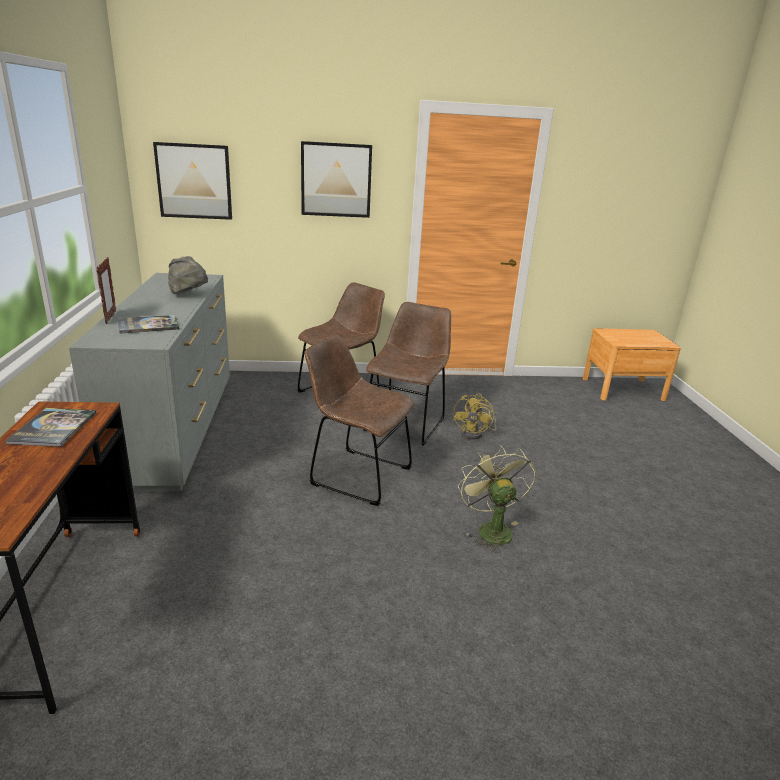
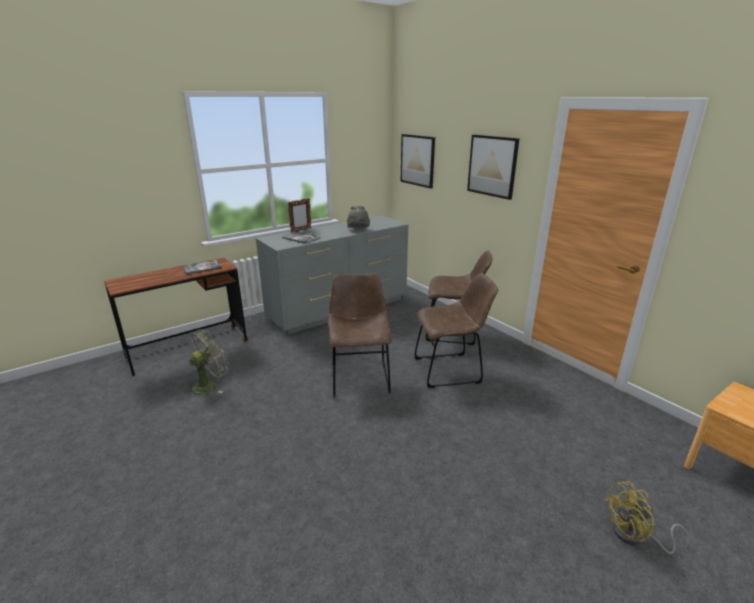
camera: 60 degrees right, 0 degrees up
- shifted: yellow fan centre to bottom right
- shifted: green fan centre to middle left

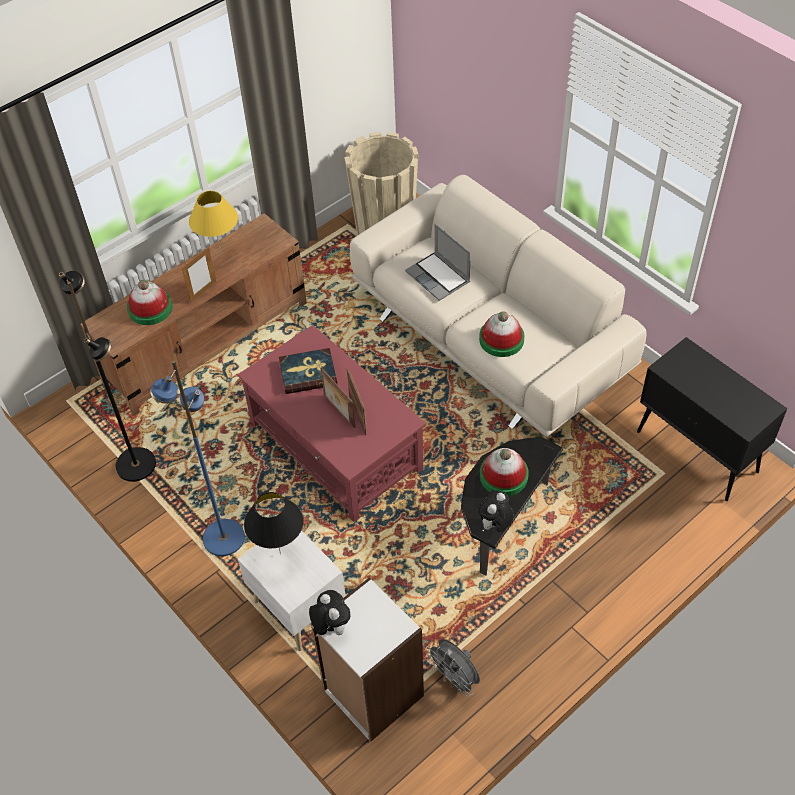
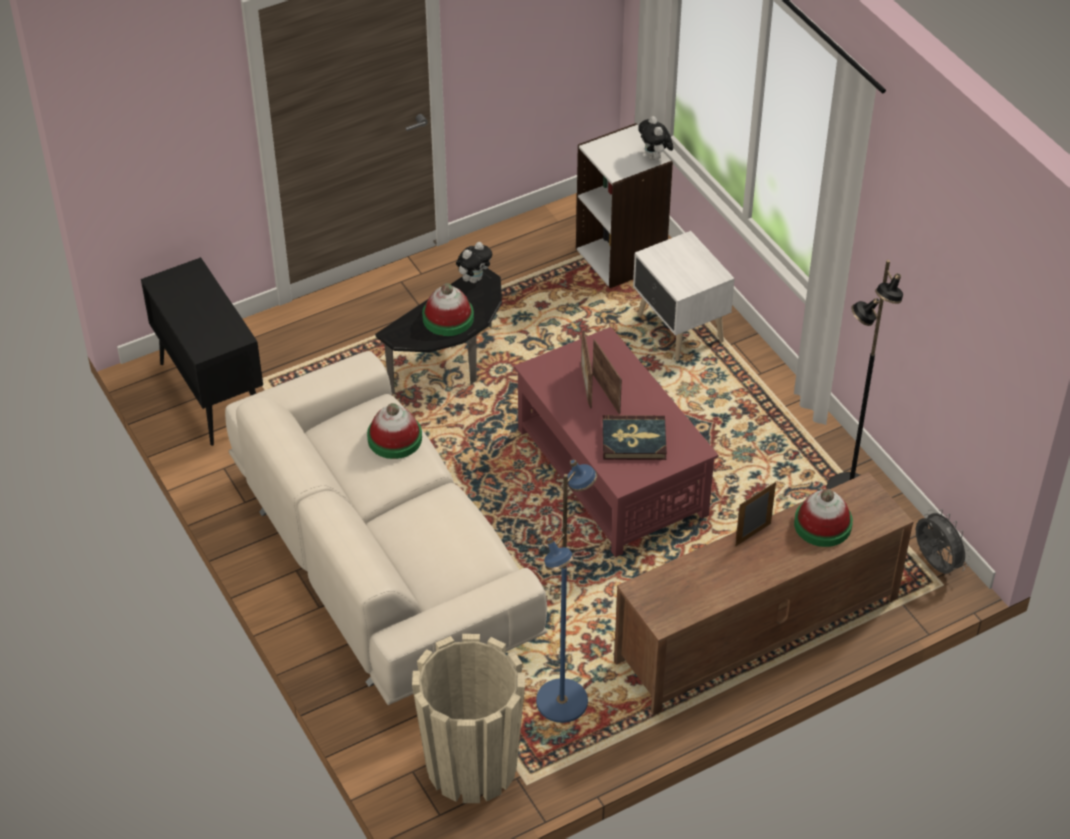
camera: 170 degrees left, 5 degrees down
- gone: yellow table lamp top left
- gone: laptop top centre
- shifted: blue floor lamp middle left to bottom centre
- gone: black table lamp centre
- shifted: grey fan bottom centre to middle right

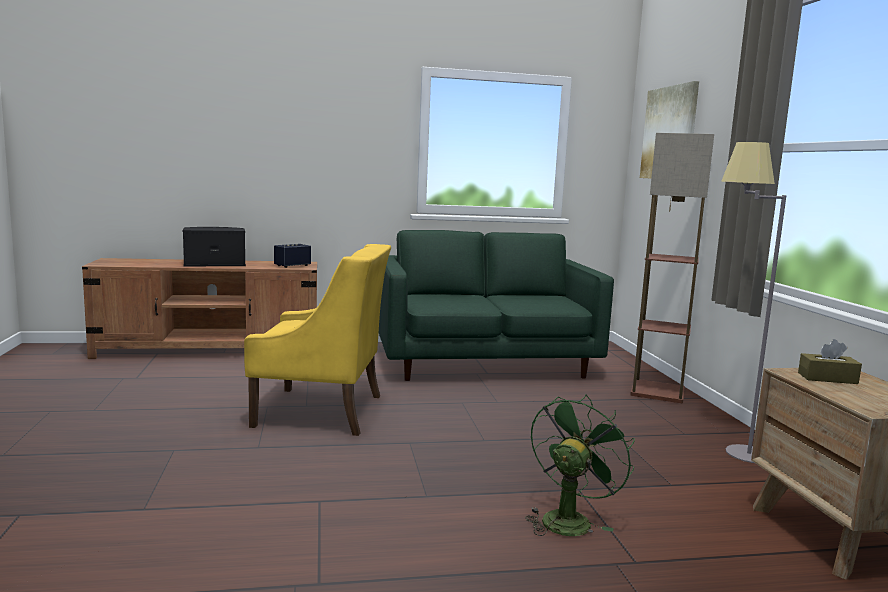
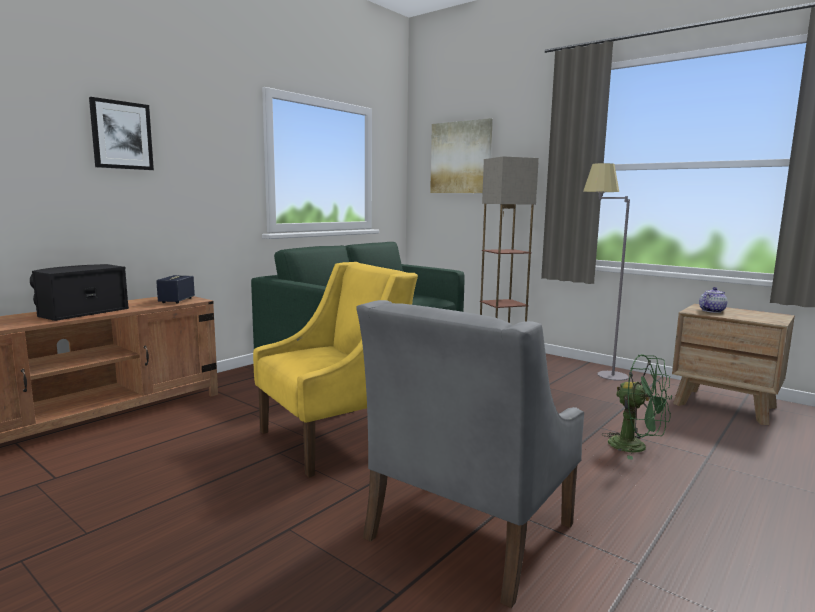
camera: 40 degrees left, 0 degrees up
- swapped: brown tissue box middle right to teapot middle right
- rotated: green fan bottom centre = middle right 135 degrees clockwise
- new: picture (no. 1 from left) top left
- new: grey armchair bottom centre

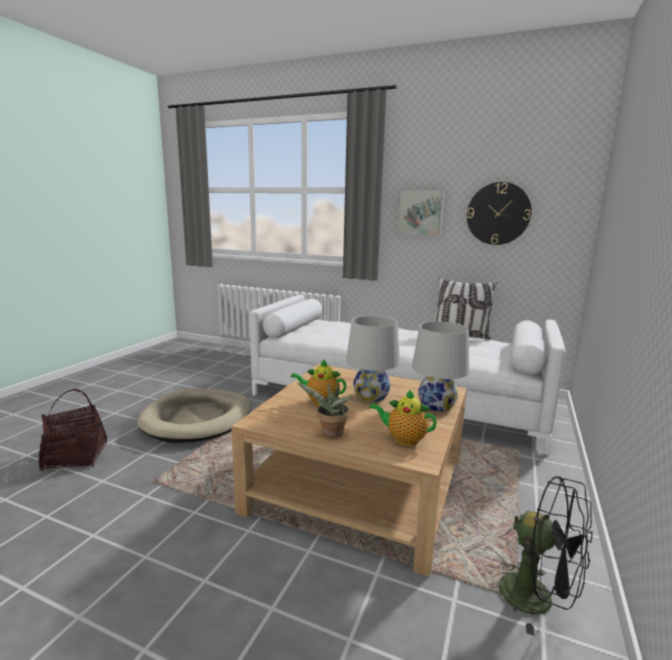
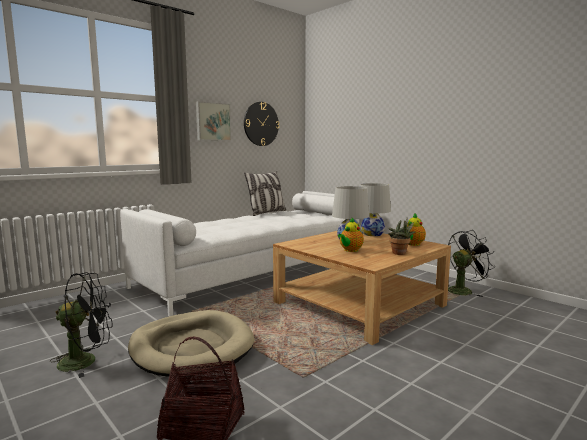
camera: 65 degrees left, 5 degrees down
- new: black fan (no. 1 from left) bottom left

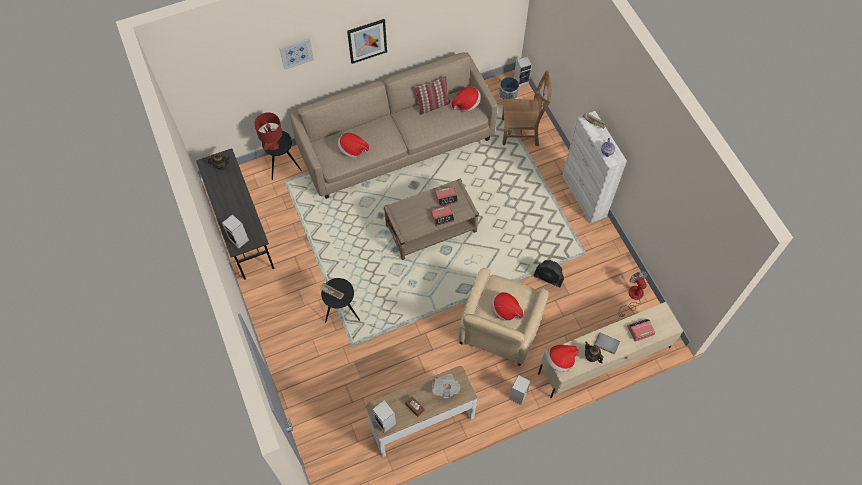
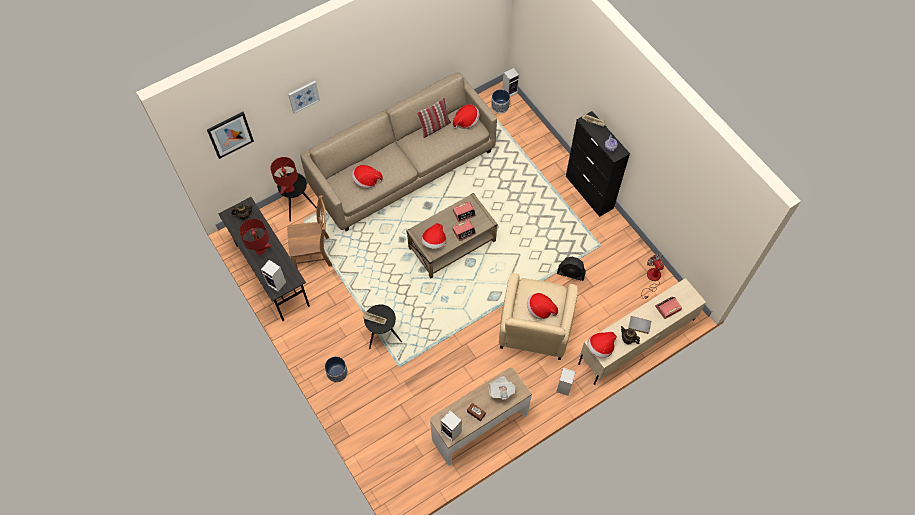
camera: 10 degrees left, 0 degrees up
- shifted: picture (no. 2 from left in the first image) top centre to picture (no. 1 from left) top left
- shifted: brown chair top centre to centre
- repainted: white cabinet middle right to black cabinet top centre
- new: red table lamp (no. 1 from left) middle left
- new: hat (no. 2 from left) centre
- new: planter (no. 1 from left) bottom centre

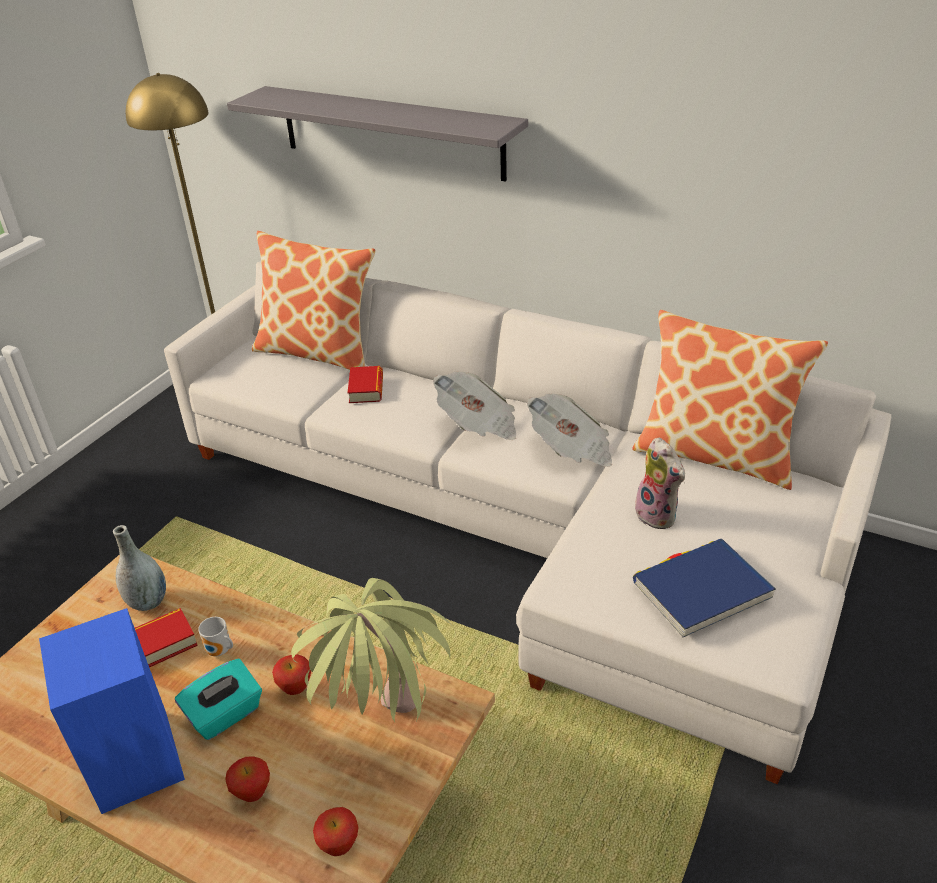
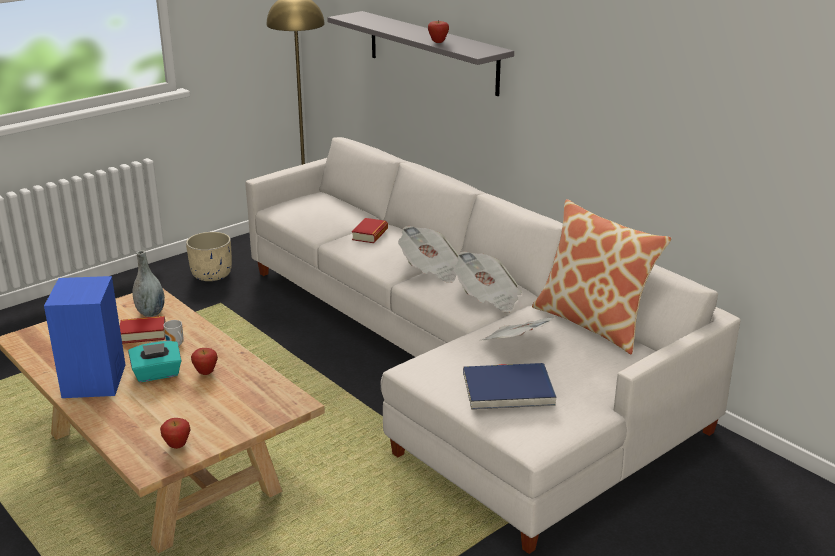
camera: 20 degrees right, 10 degrees down
- gone: pillow (no. 1 from left) centre
- swapped: plush toy middle right to newspaper (no. 3 from left) centre
- gone: potted plant bottom centre
- shifted: apple (no. 1 from left in the first image) bottom left to apple (no. 3 from left) top centre
- new: beige planter middle left

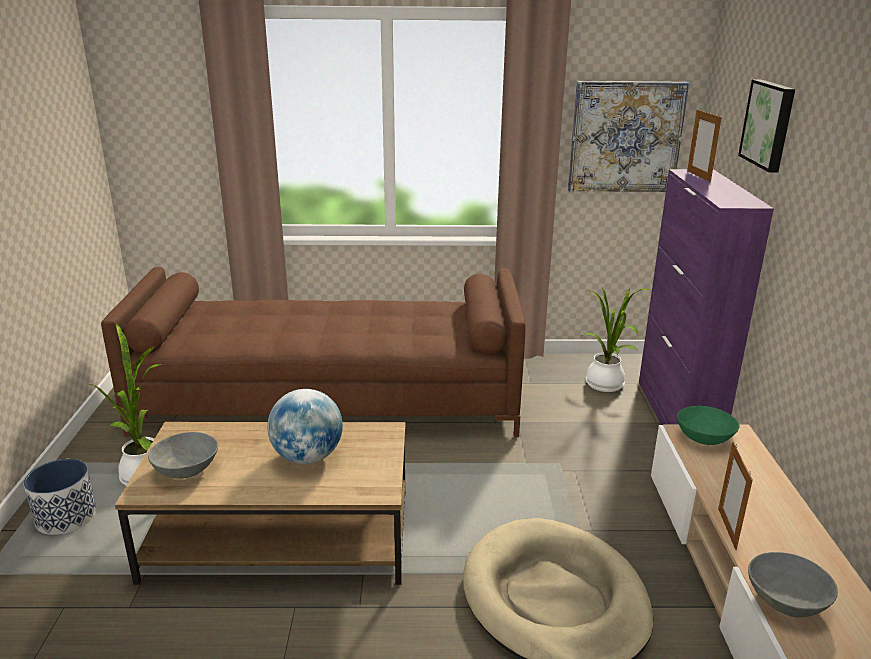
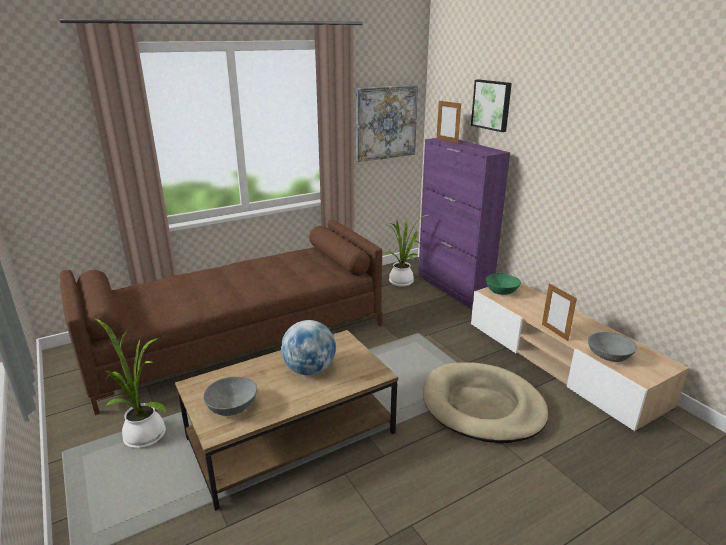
camera: 30 degrees left, 0 degrees up
- gone: planter bottom left

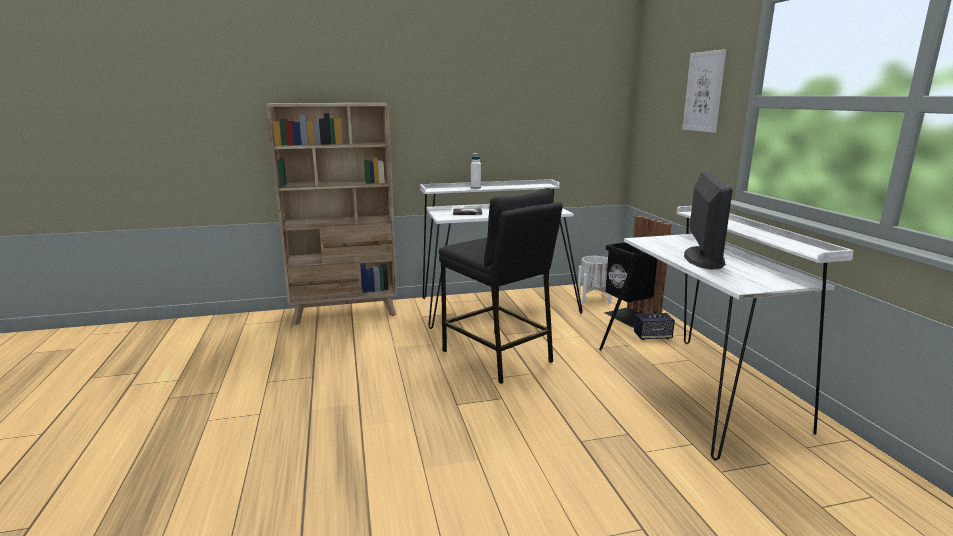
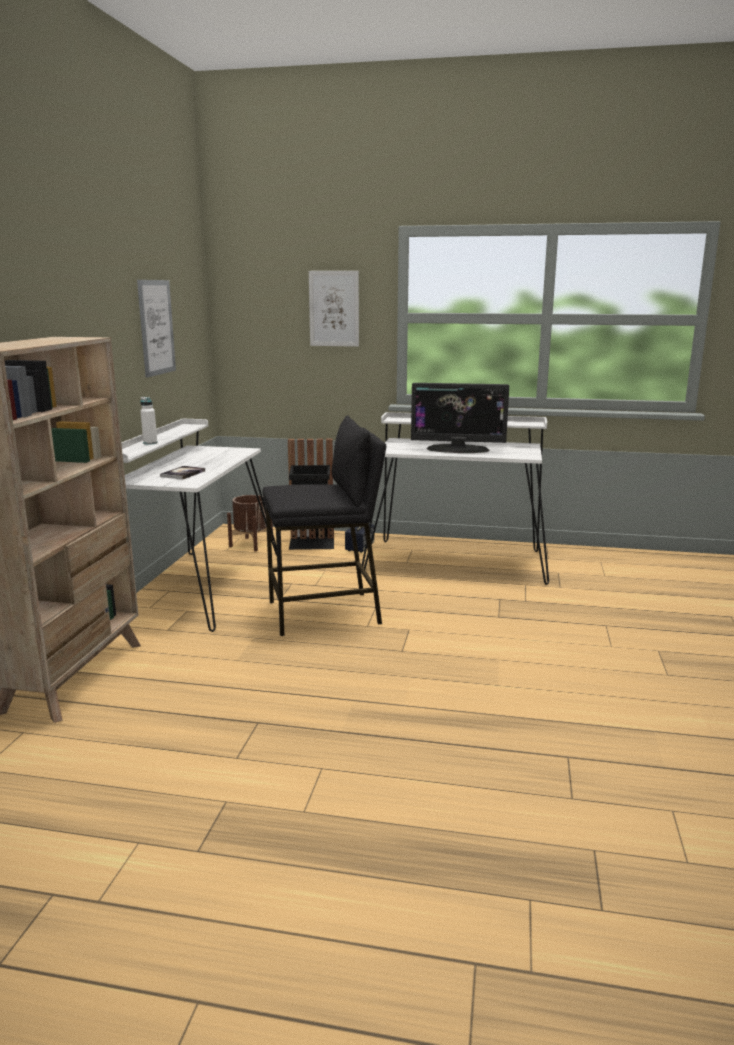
camera: 65 degrees left, 0 degrees up
- rotated: monitor middle right = centre 150 degrees clockwise
- repainted: white planter centre to brown planter centre
- new: picture (no. 1 from left) top left

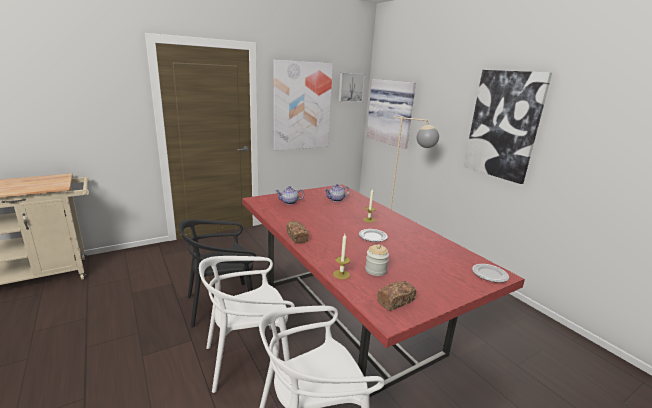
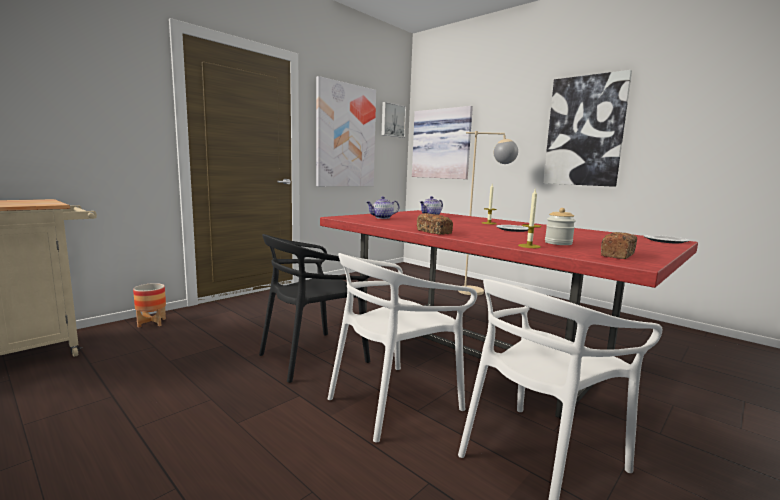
camera: 15 degrees left, 10 degrees down
- new: planter middle left

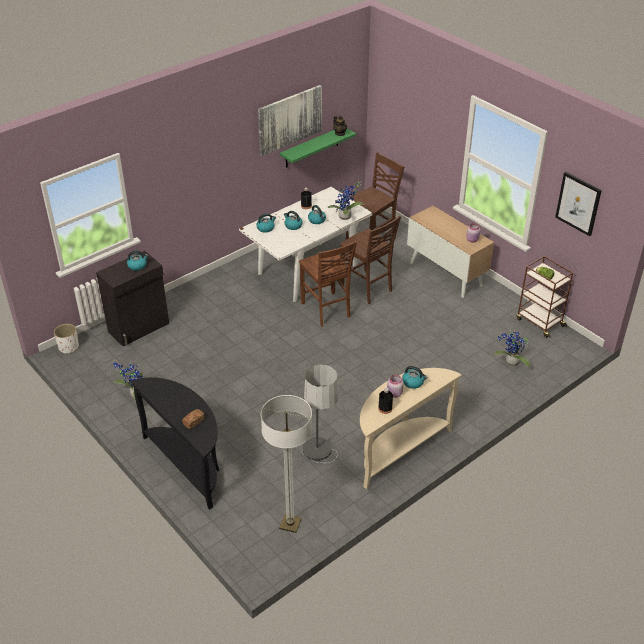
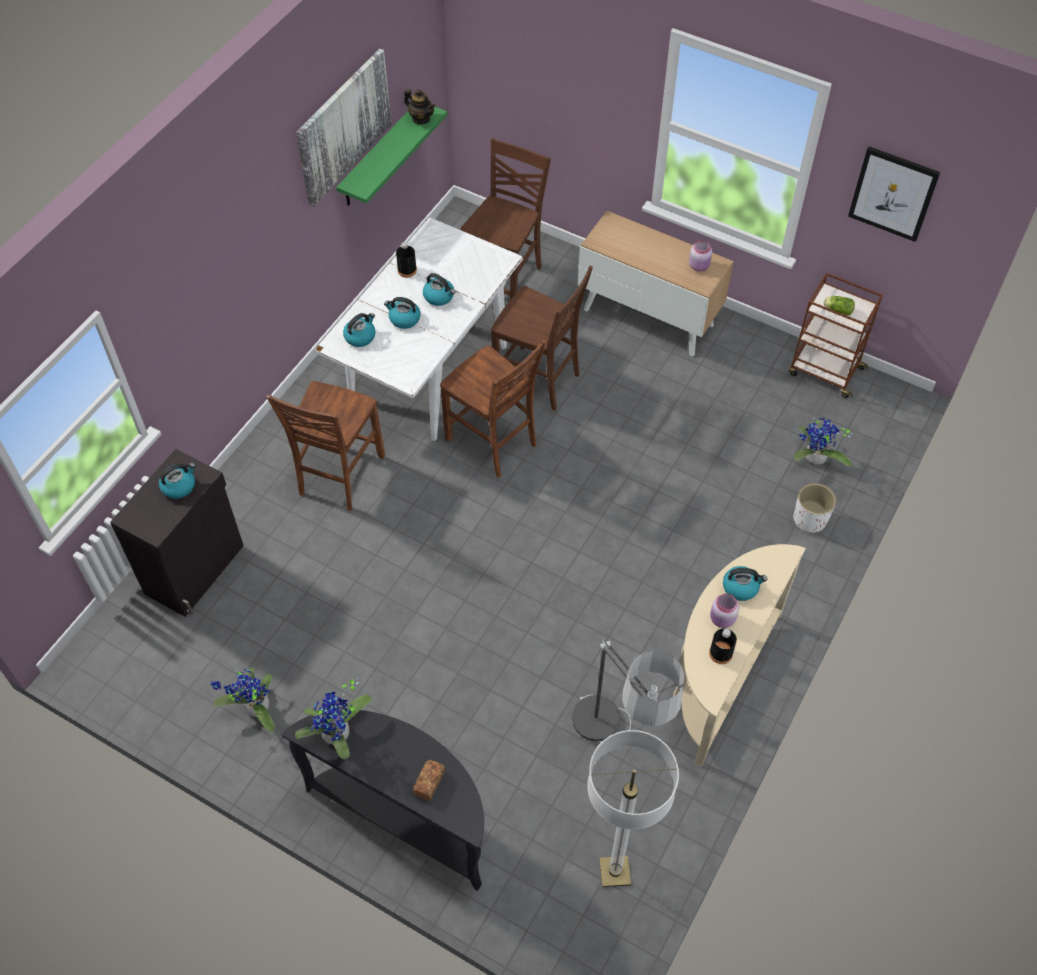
camera: 20 degrees left, 15 degrees up
- shifted: potted plant (no. 2 from left) top centre to bottom left
- shifted: white planter middle left to middle right
- new: brown chair (no. 1 from left) middle left

